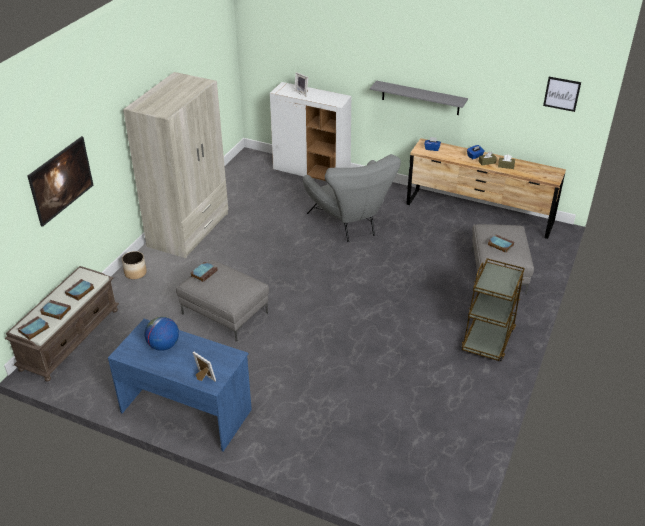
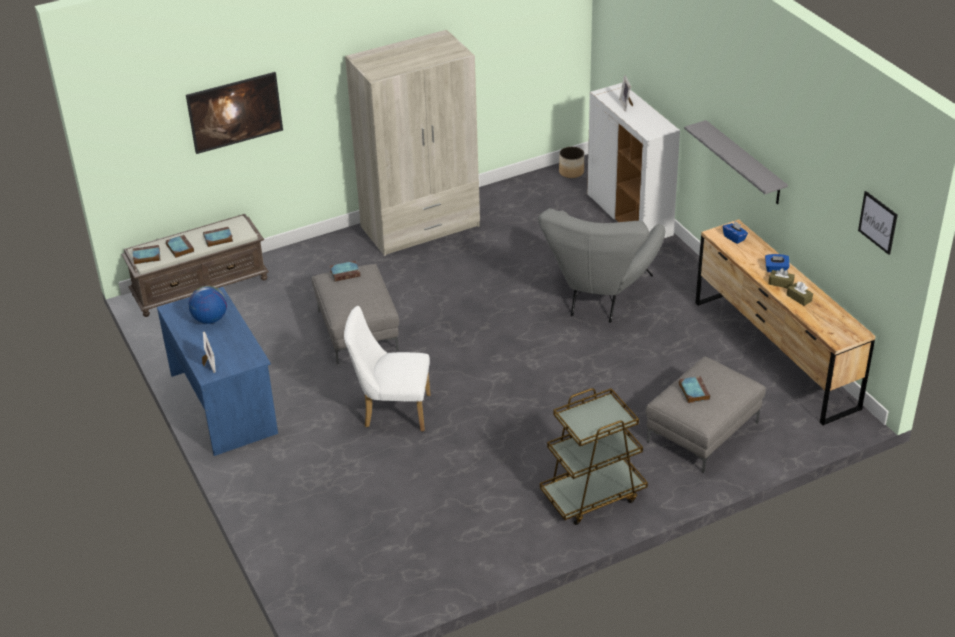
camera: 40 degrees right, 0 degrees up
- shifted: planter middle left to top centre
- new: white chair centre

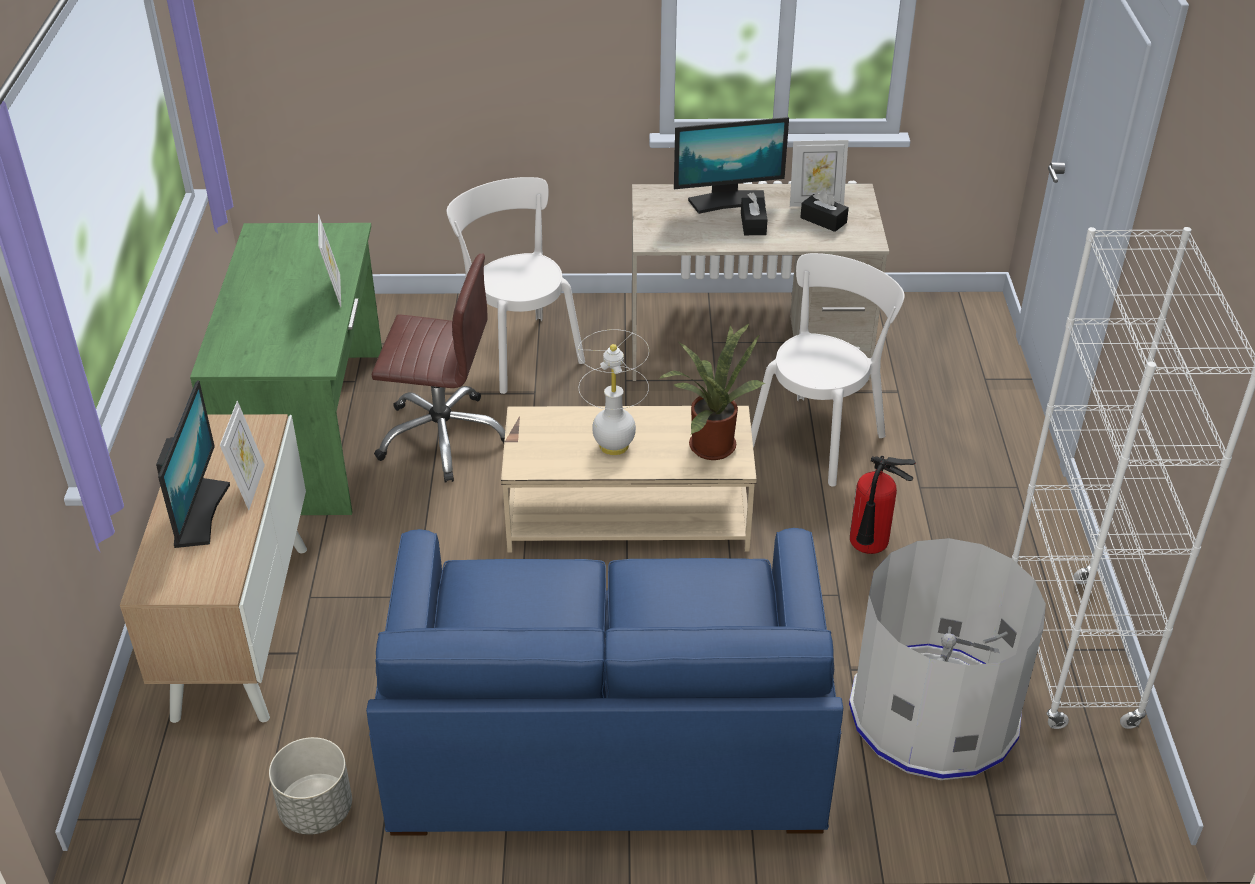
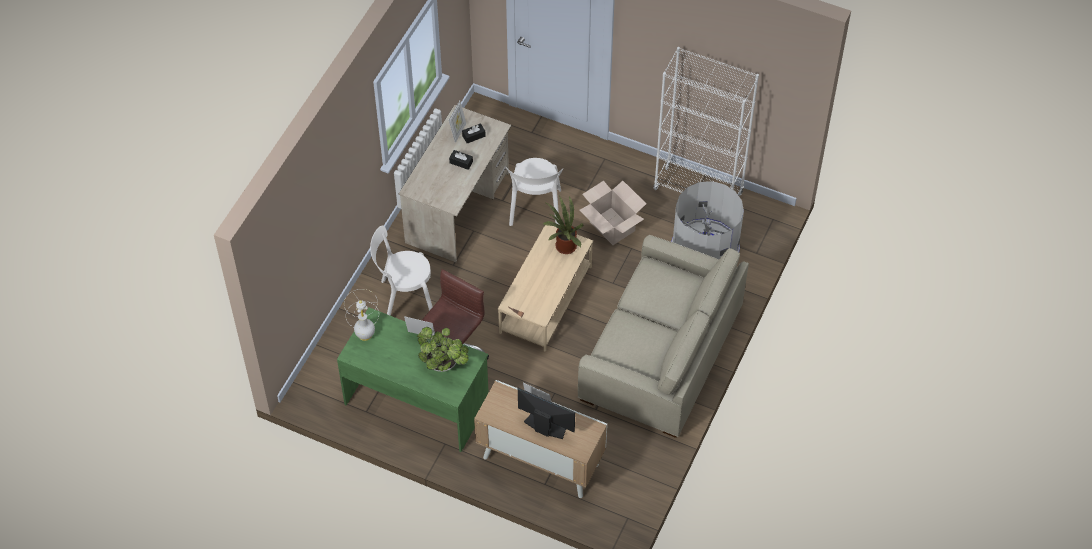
camera: 65 degrees left, 15 degrees up
- gone: monitor (no. 2 from left) top centre
- rotated: white chair (no. 2 from left) centre = centre 150 degrees counterclockwise
- shifted: white table lamp centre to middle left
- swapped: fire extinguisher middle right to cardboard box centre
- repainted: blue sofa bottom centre to beige sofa centre
- gone: grey planter bottom left
- new: potted plant (no. 1 from left) centre

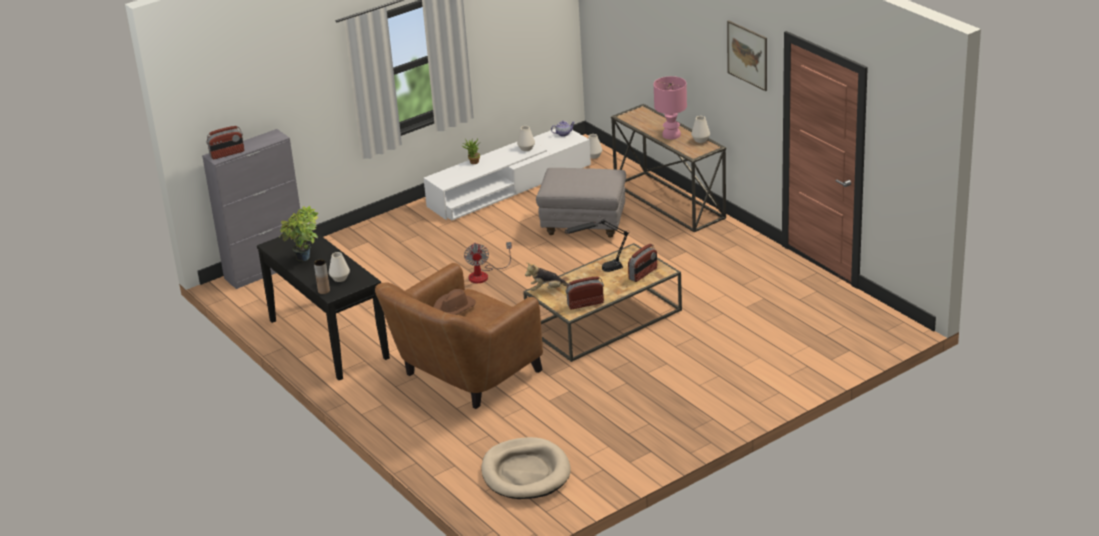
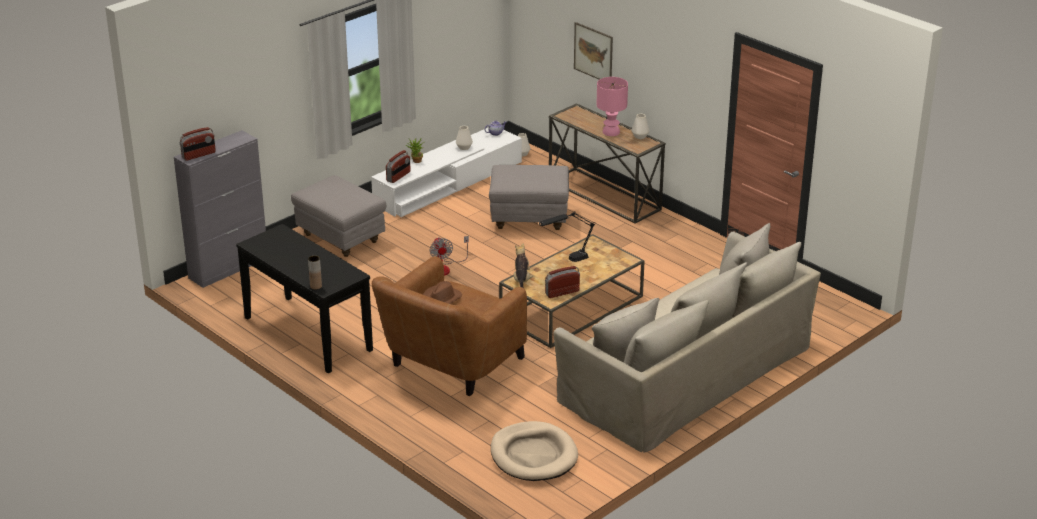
camera: 10 degrees left, 0 degrees up
- shifted: picture top right to top centre
- gone: potted plant (no. 1 from left) middle left
- shifted: radio (no. 3 from left in the first image) centre to radio (no. 2 from left) top centre
- gone: white vase (no. 1 from left) middle left
- rotated: plush toy centre = centre 105 degrees clockwise
- new: grey ottoman (no. 1 from left) middle left
- new: beige sofa centre

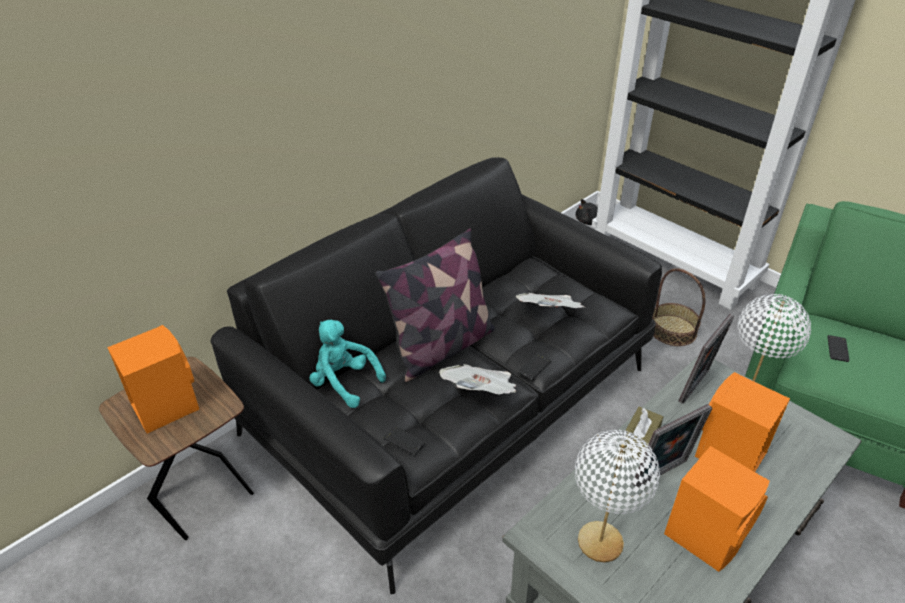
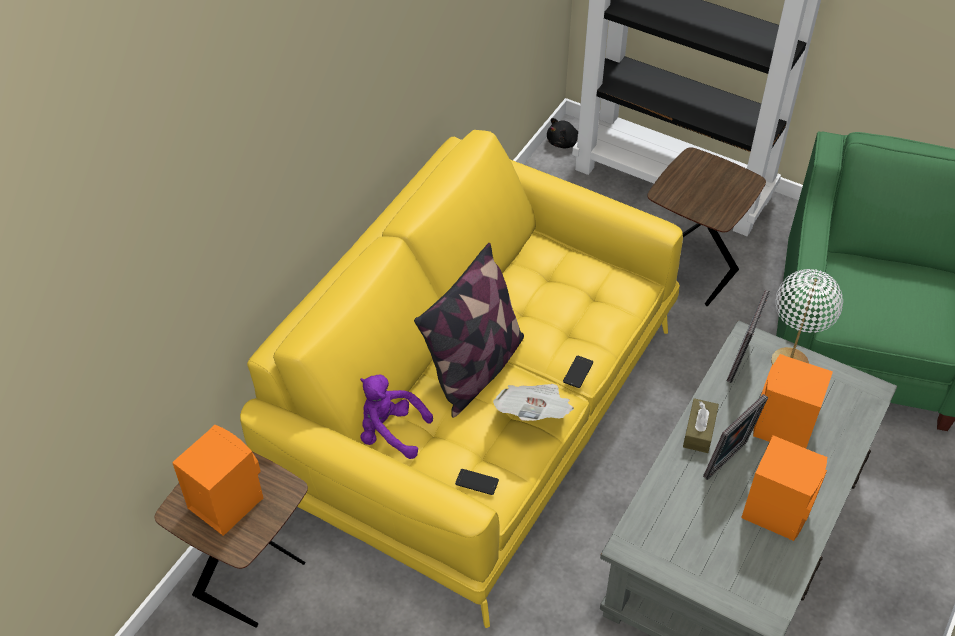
camera: 15 degrees left, 10 degrees up
- repainted: black sofa centre to yellow sofa centre
- swapped: basket middle right to brown side table (no. 2 from left) middle right
- gone: newspaper (no. 2 from left) centre
- repainted: turquoise plush toy centre to purple plush toy centre
- gone: phone (no. 3 from left) middle right
- gone: white table lamp (no. 1 from left) bottom right

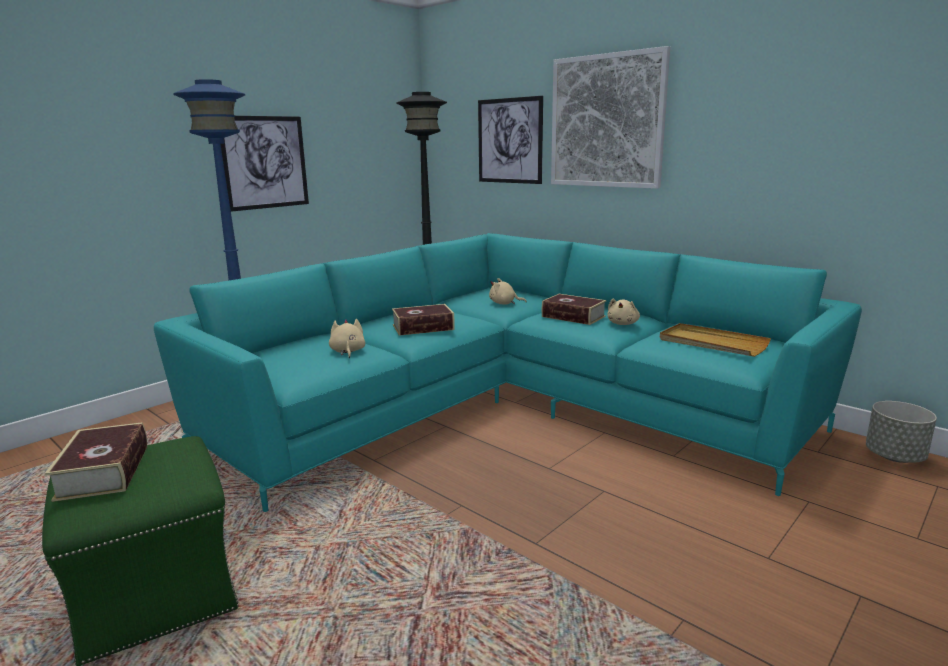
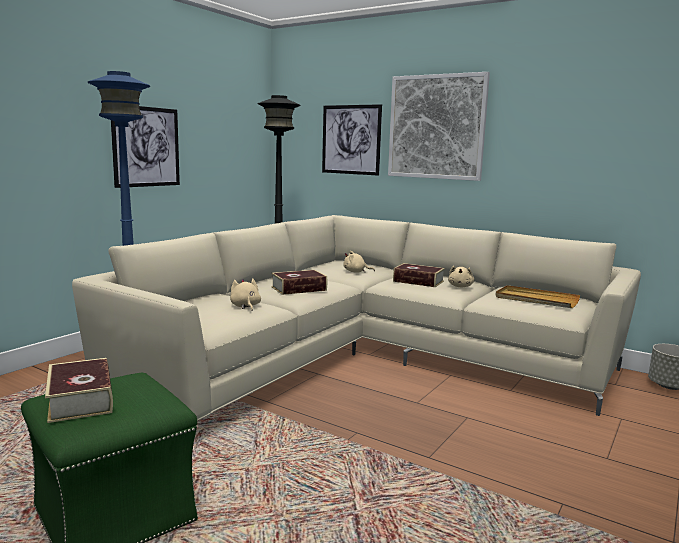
camera: 10 degrees left, 5 degrees down
- repainted: turquoise sofa centre to beige sofa centre

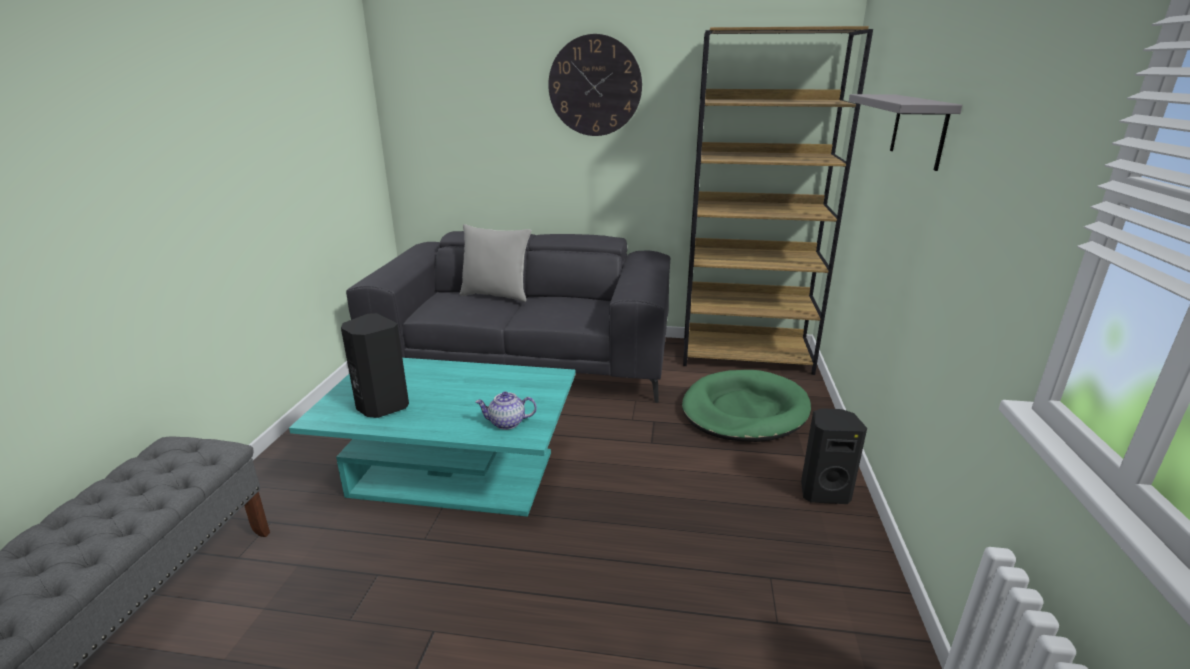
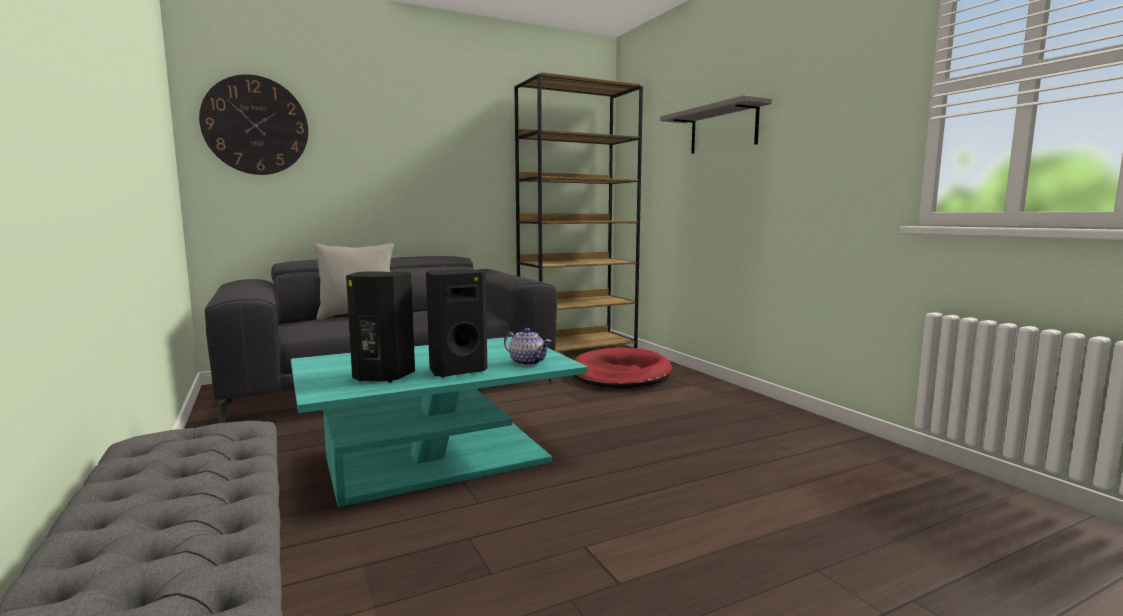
camera: 35 degrees left, 15 degrees down
- shifted: wall clock top centre to top left
- repainted: green dog bed centre to red dog bed centre
- rotated: teapot centre = centre 105 degrees counterclockwise
- shifted: black speaker (no. 2 from left) bottom right to centre

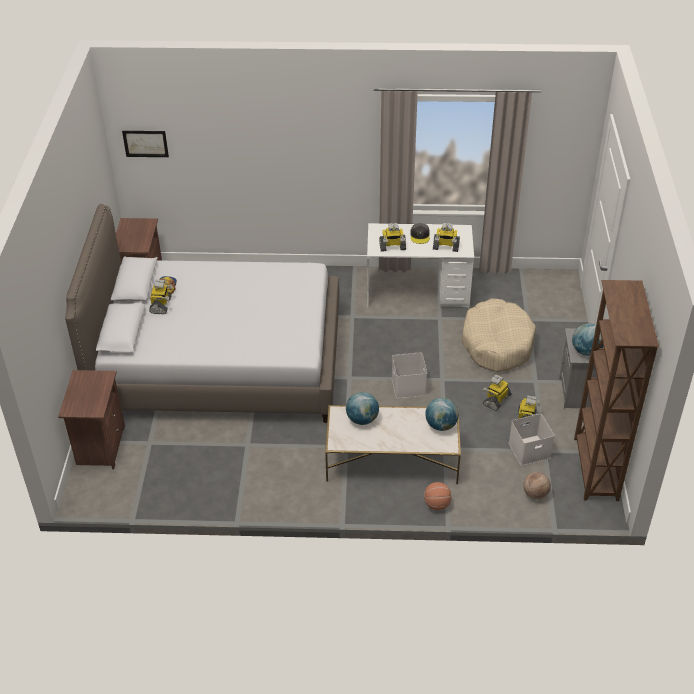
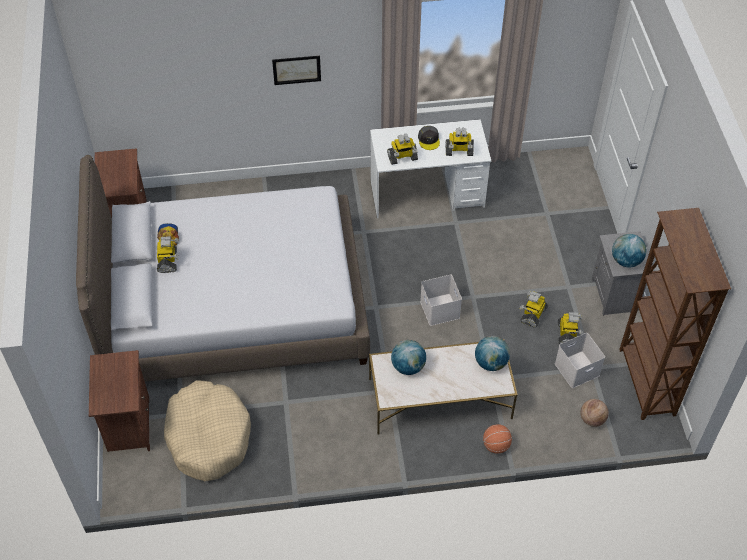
camera: 10 degrees left, 10 degrees up
- shifted: picture top left to top centre
- shifted: beige dog bed middle right to bottom left

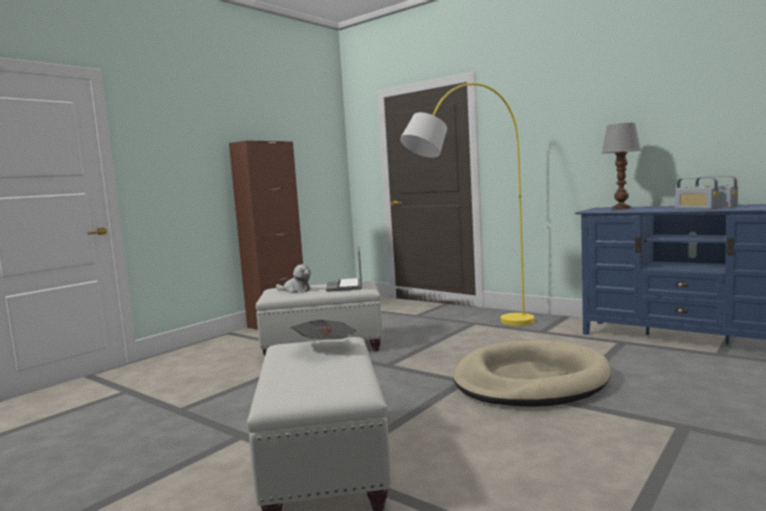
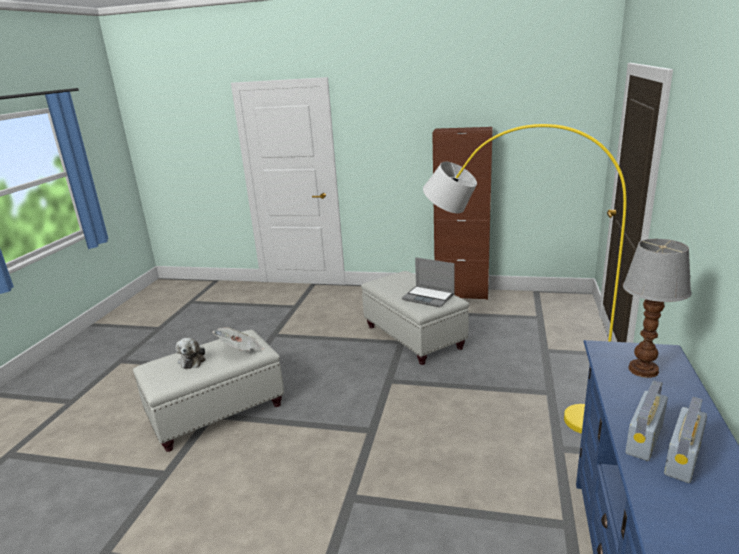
camera: 65 degrees right, 15 degrees up
- rotated: laptop centre = centre 120 degrees counterclockwise
- shifted: plush toy centre to middle left
- gone: beige dog bed bottom right

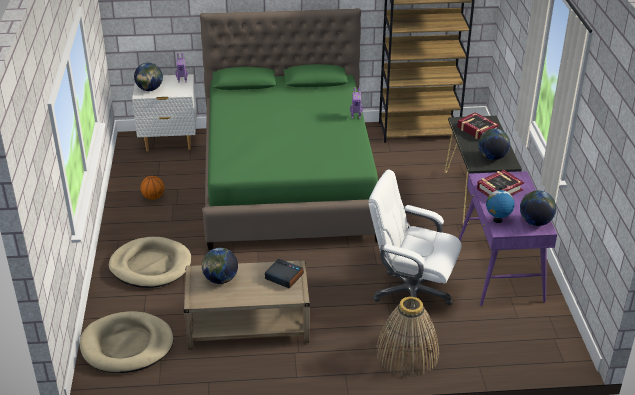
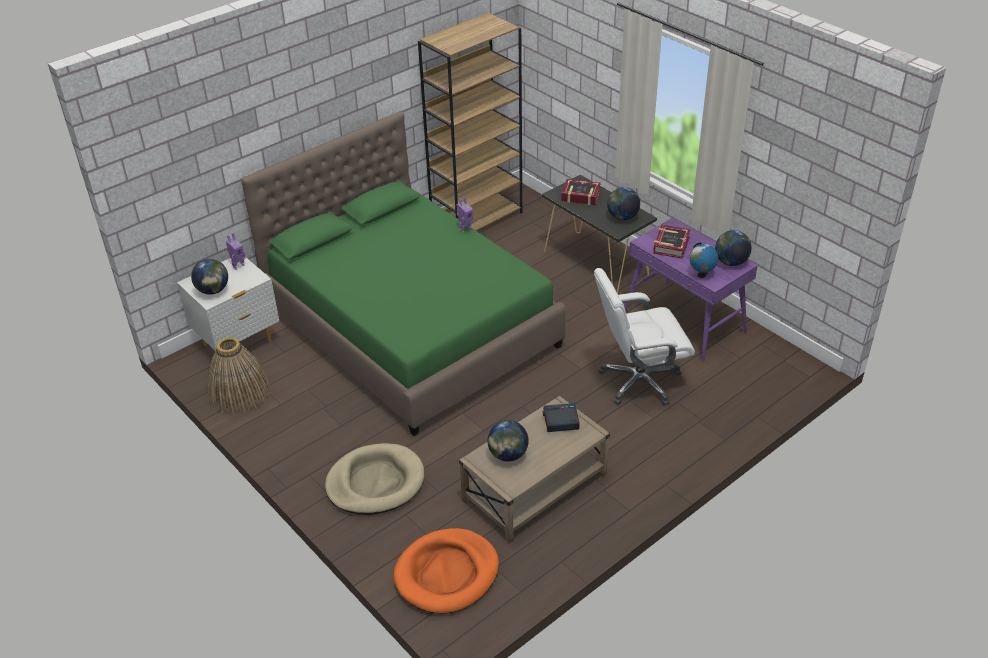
camera: 35 degrees left, 5 degrees up
- gone: basketball middle left
- shifted: basket bottom centre to middle left
- repainted: beige dog bed (no. 1 from left) bottom left to orange dog bed bottom centre

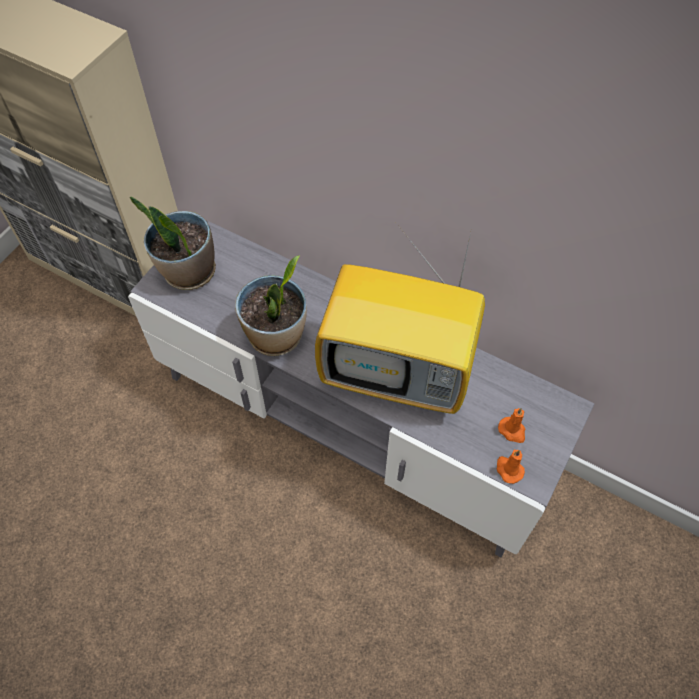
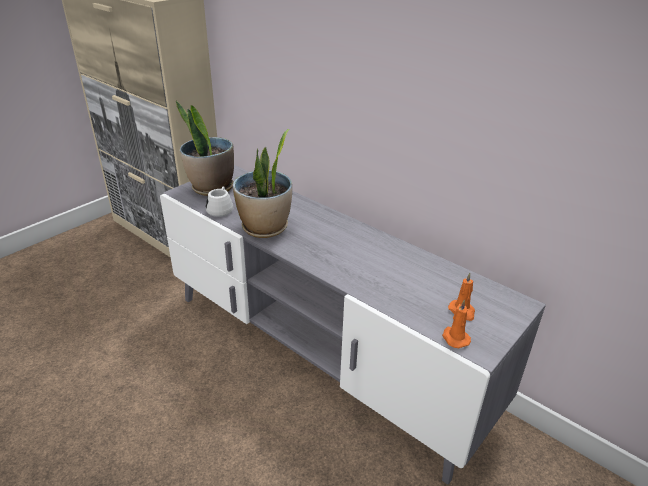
camera: 10 degrees right, 25 degrees down
- gone: television centre
- new: white mug centre

